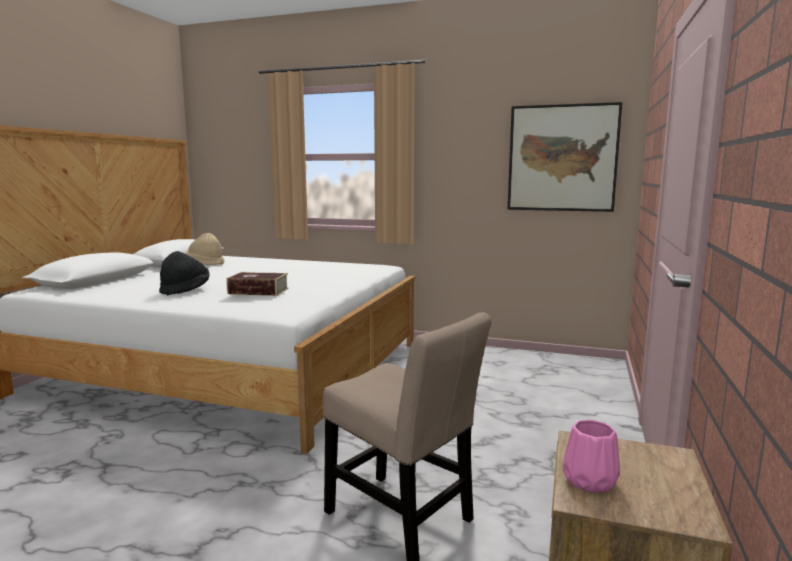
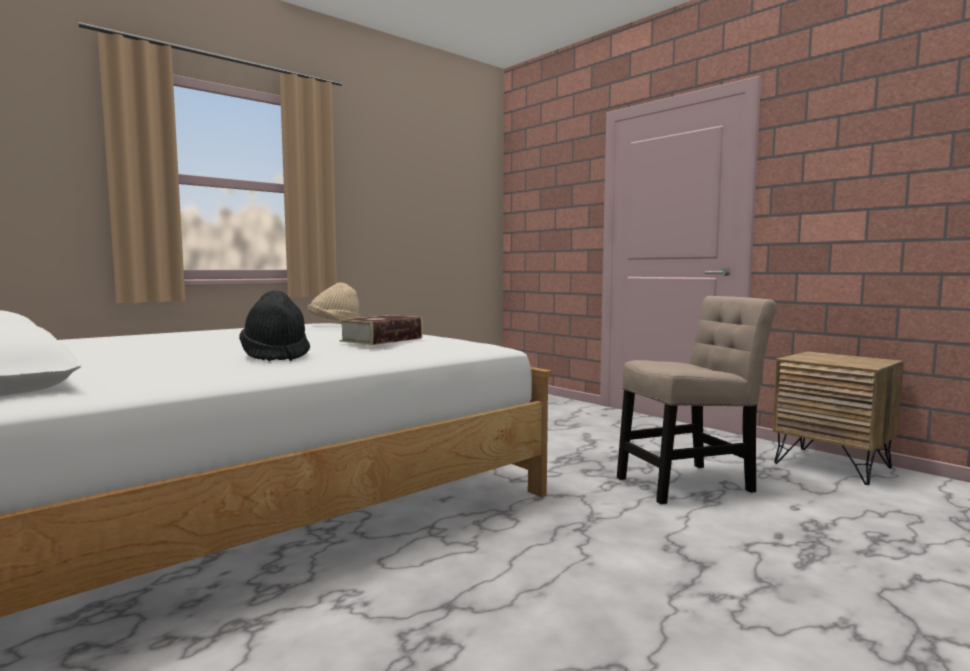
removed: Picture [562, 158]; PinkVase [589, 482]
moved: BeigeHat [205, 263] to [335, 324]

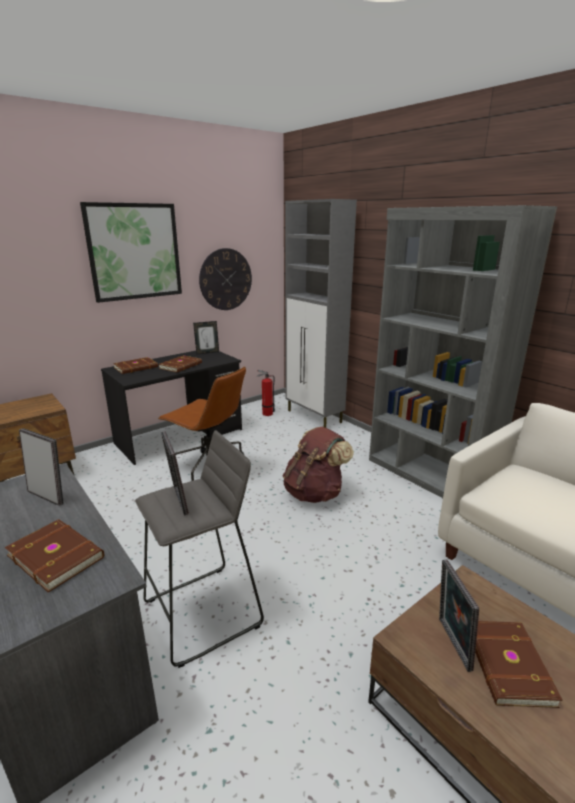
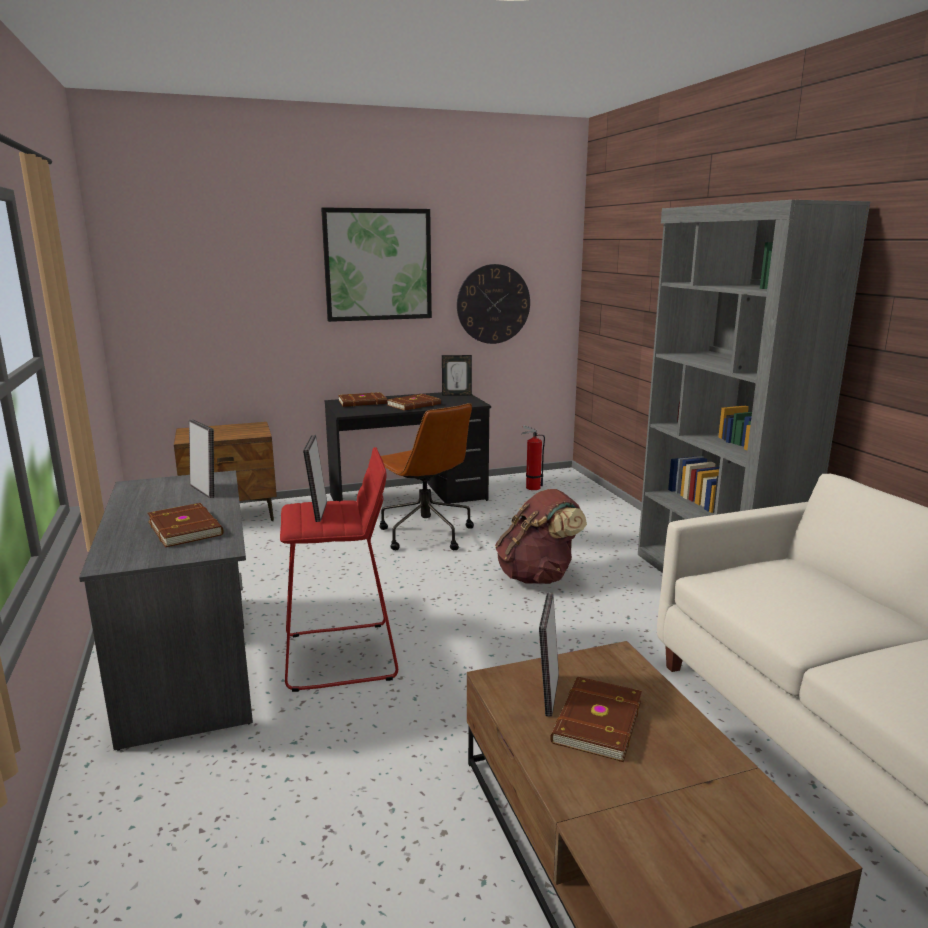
removed: GreyCabinet [314, 417]
recoloured: GreyStool [203, 613] to RedStool [340, 656]

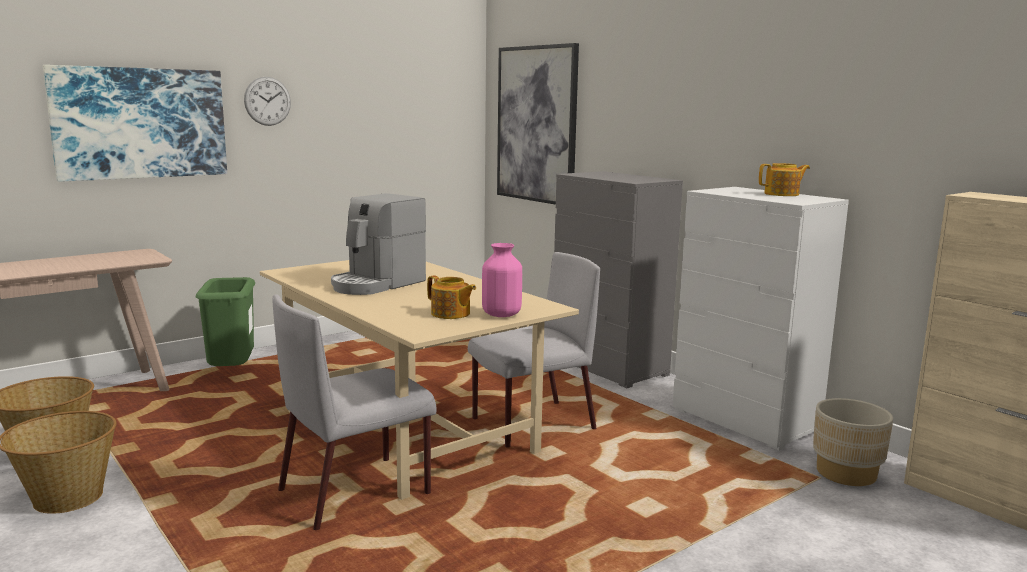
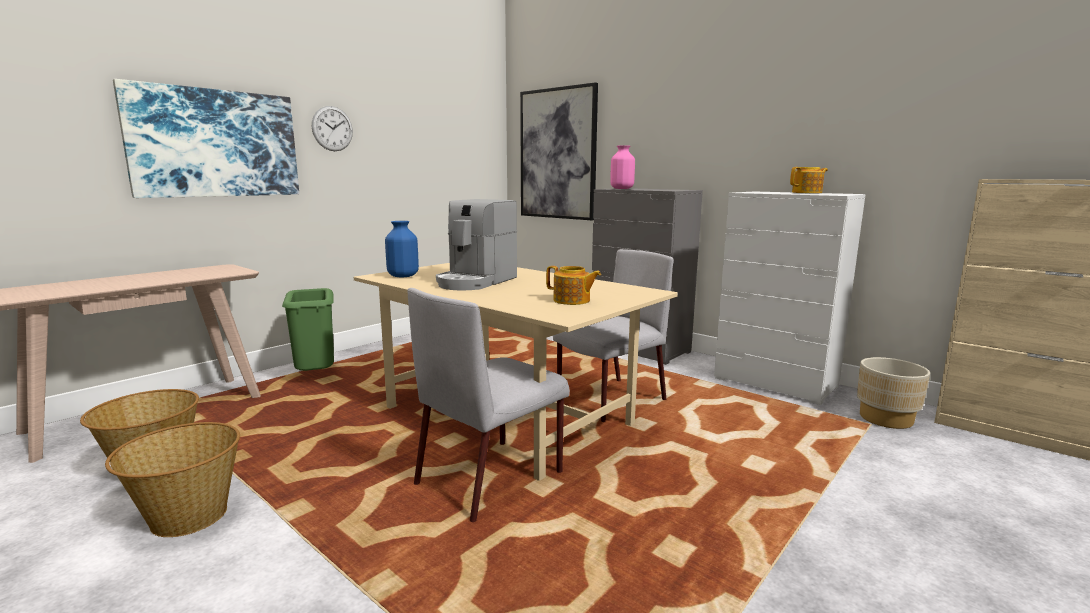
added: BlueVase [403, 276]
moved: PinkVase [501, 314] to [621, 188]

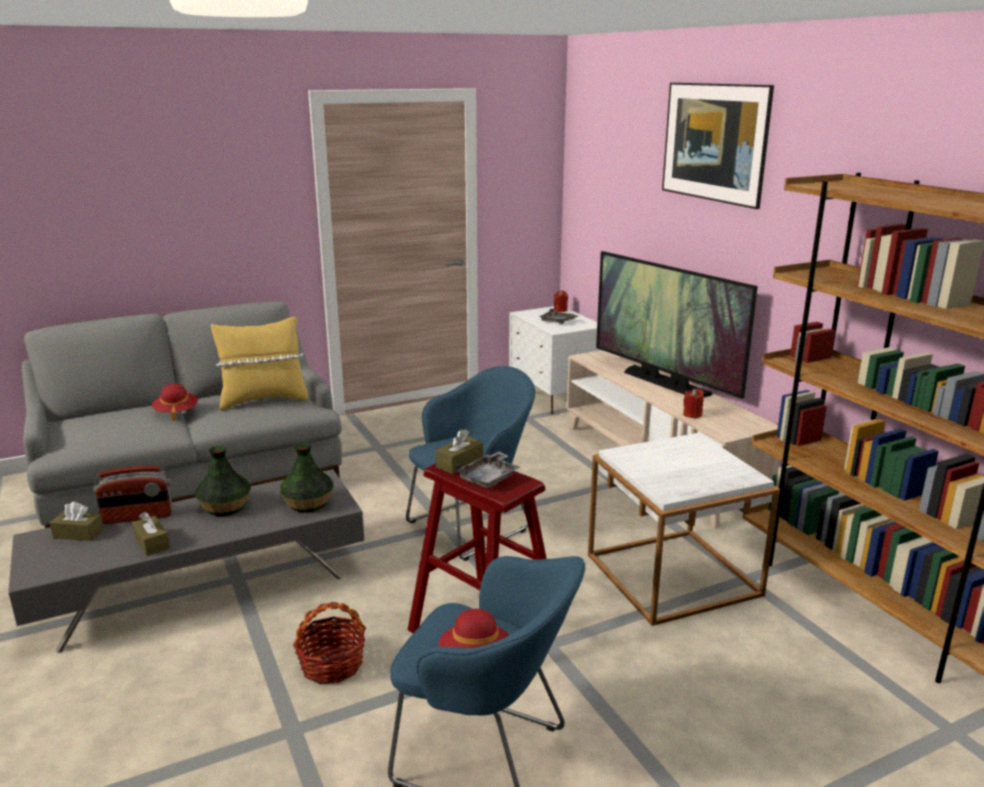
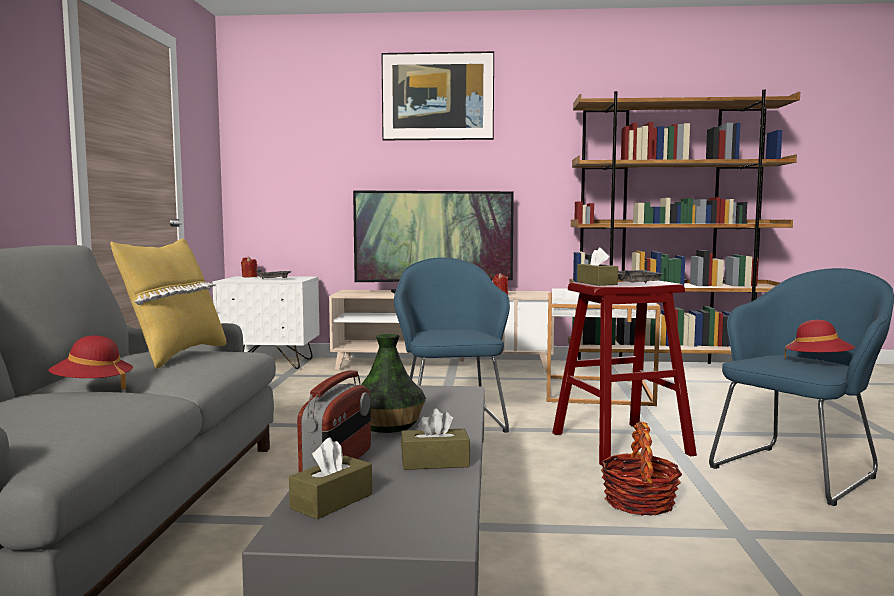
removed: Vase [307, 504]

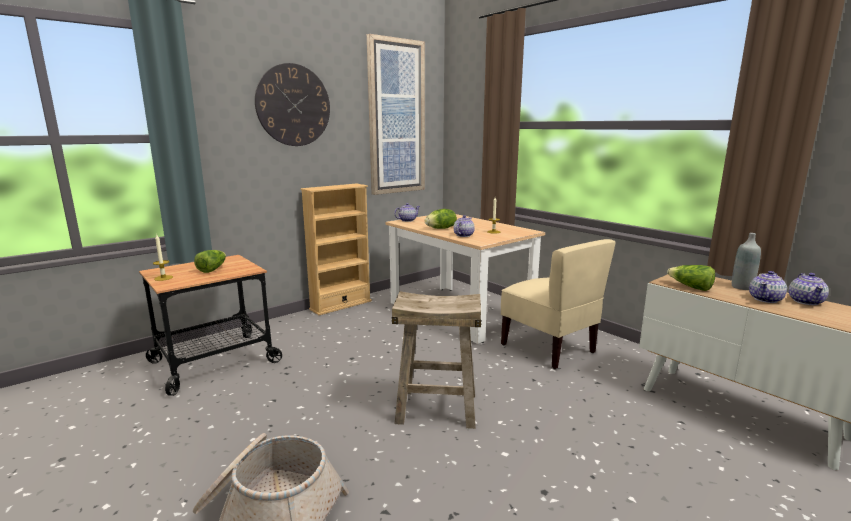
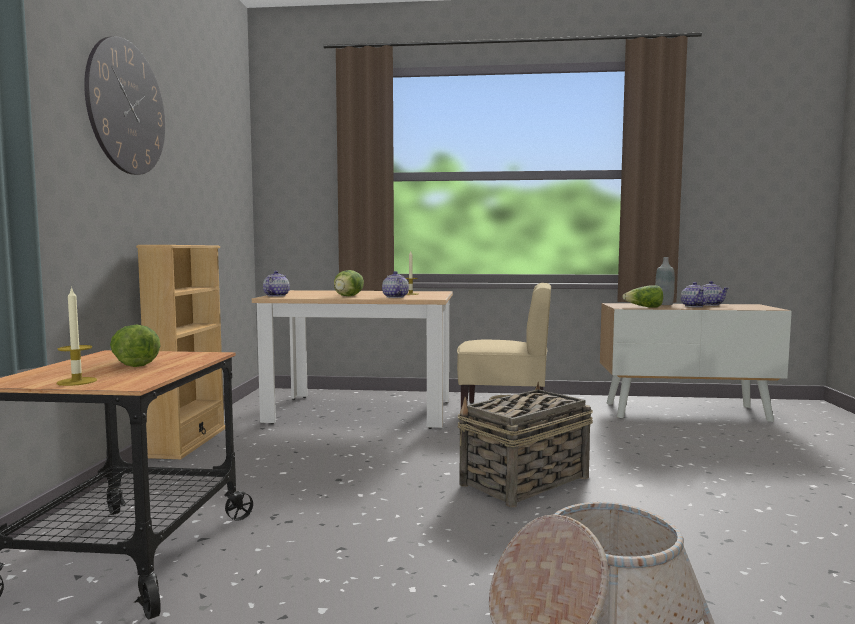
removed: Picture [396, 118]
replaced: BeigeStool [436, 408] to Basket [523, 481]

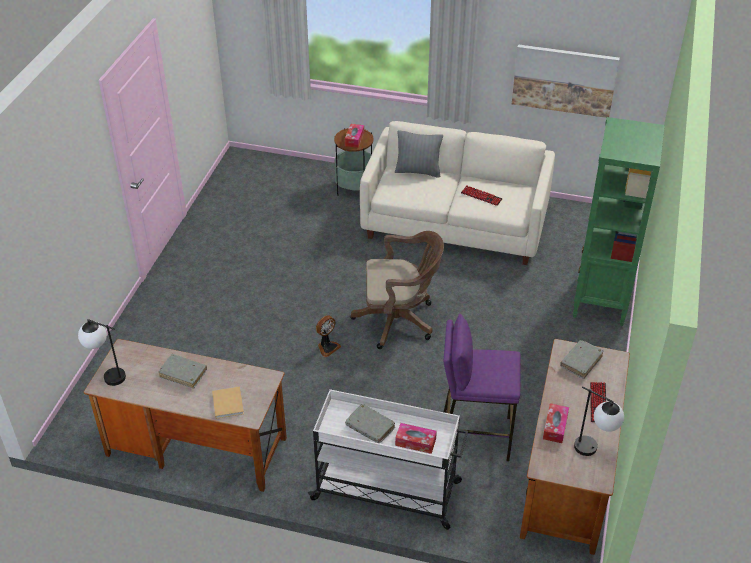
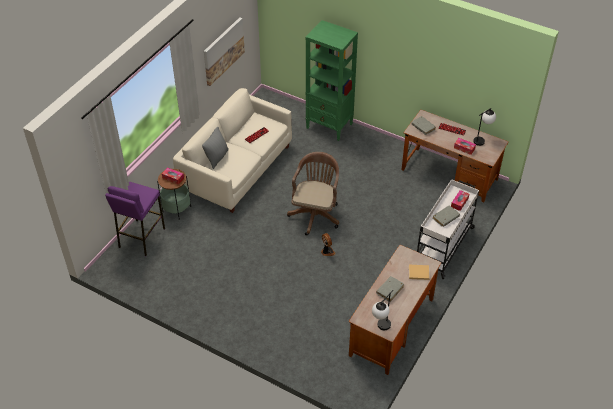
moved: PurpleStool [475, 435] to [141, 238]

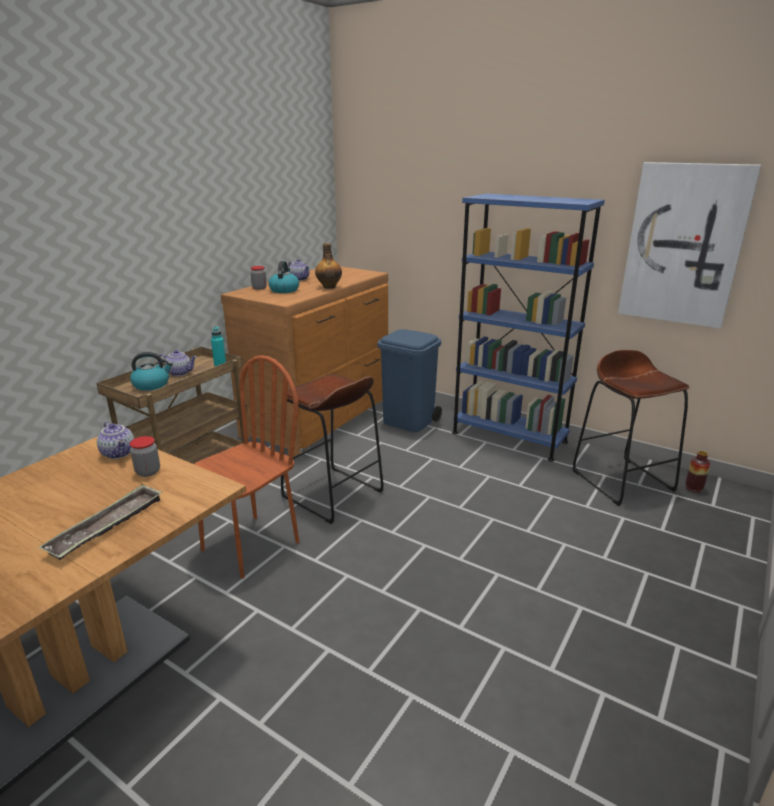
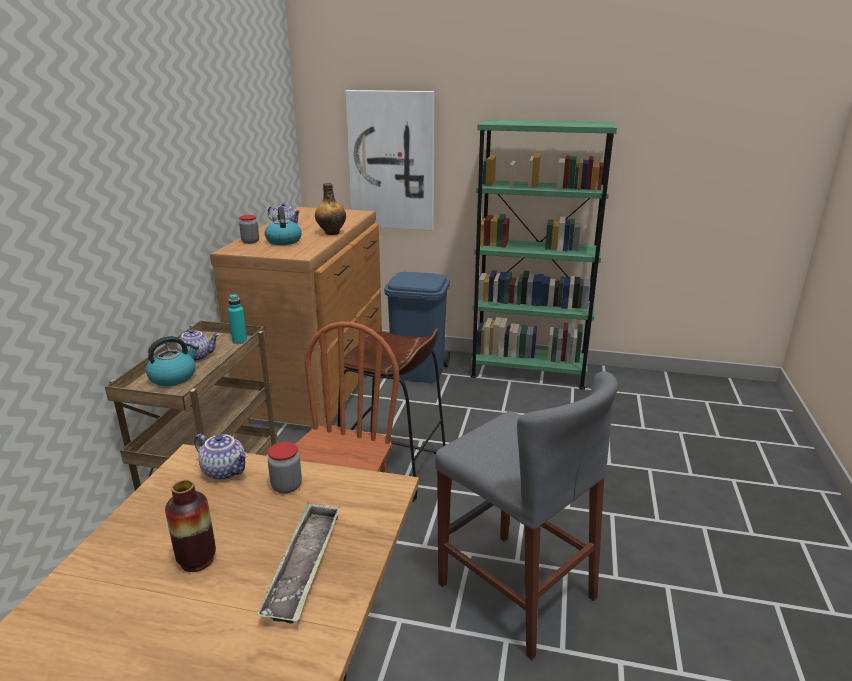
removed: BrownStool [622, 480]
added: GreyStool [515, 590]
moved: Picture [683, 245] to [391, 161]; Vase [693, 488] to [197, 560]
recoloured: BlueBookcase [509, 437] to GreenBookcase [528, 372]

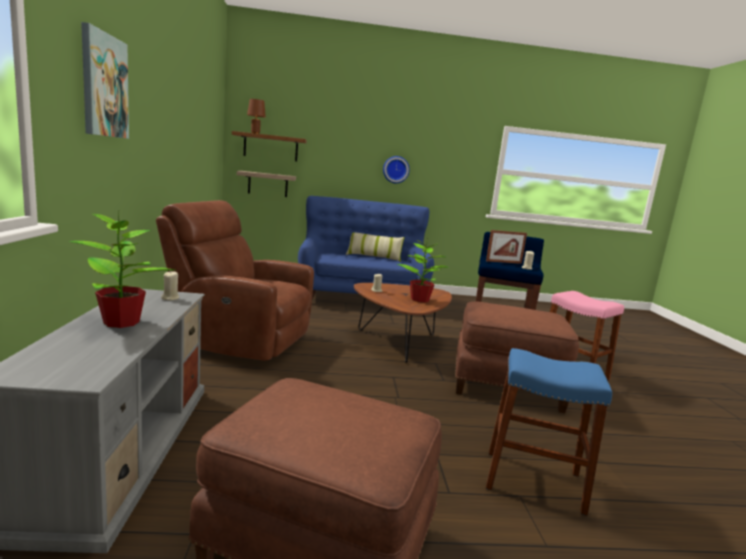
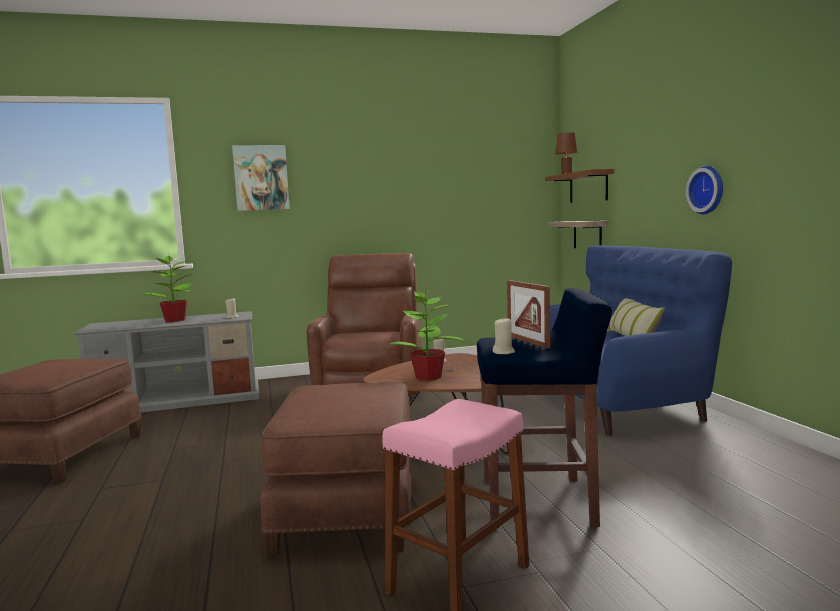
removed: BlueStool [533, 481]

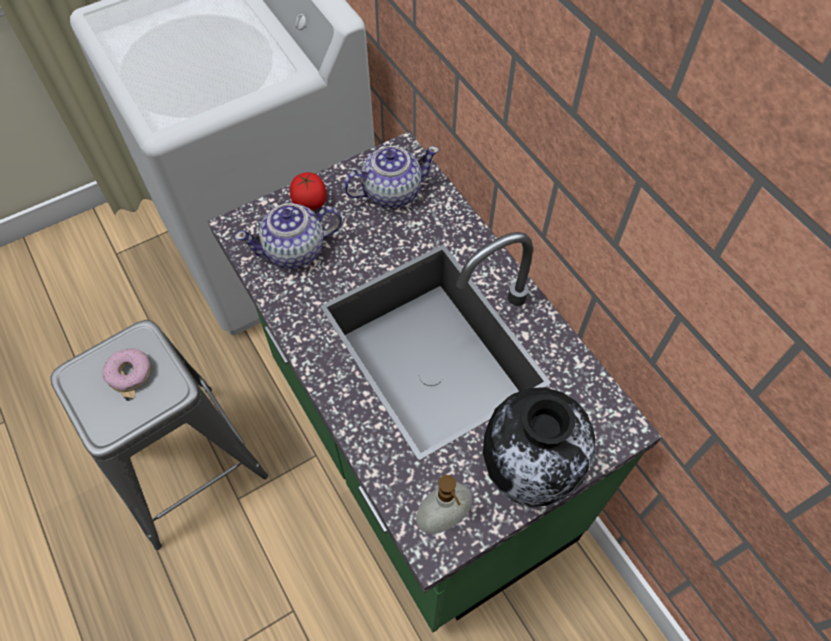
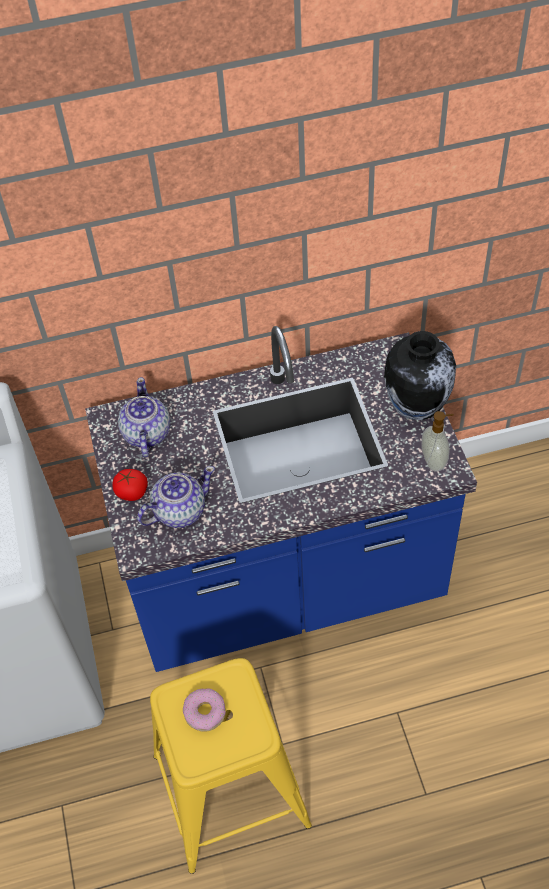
recoloured: GreyStool [184, 464] to YellowStool [230, 790]; GreenCounter [415, 453] to BlueCounter [285, 584]
turned: Teapot [295, 250] = [179, 511] 120 degrees counterclockwise

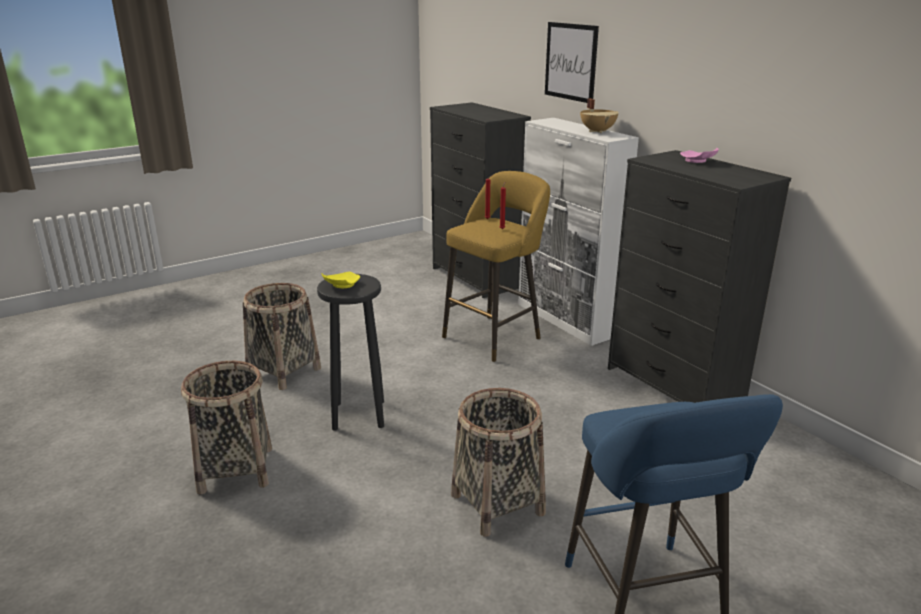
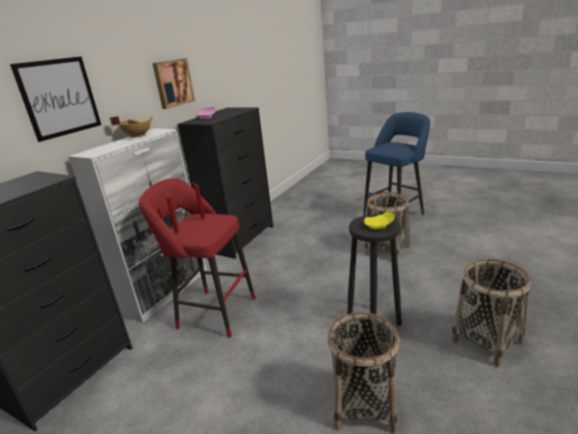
added: Picture [173, 83]
recoloured: YellowStool [495, 336] to RedStool [212, 312]

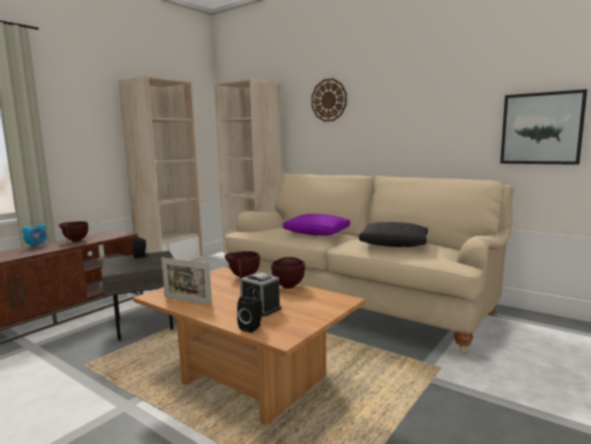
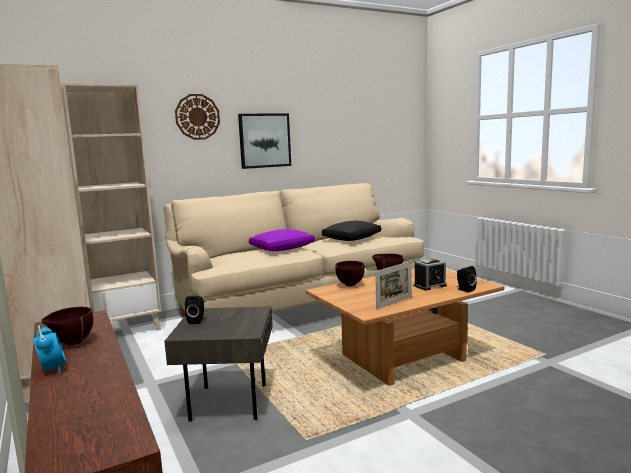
moved: Picture [541, 128] to [264, 140]

